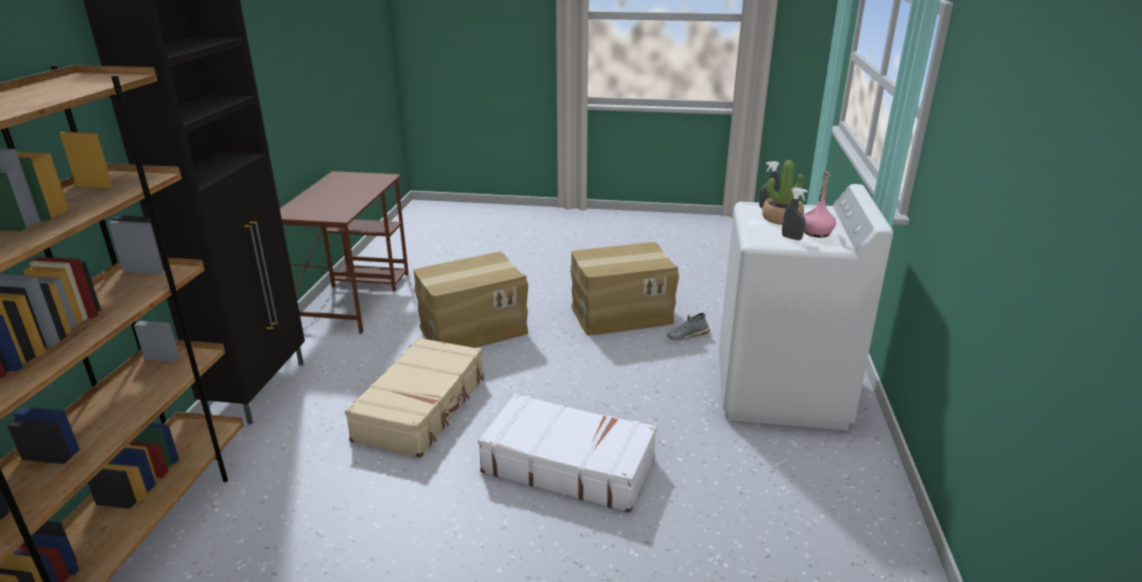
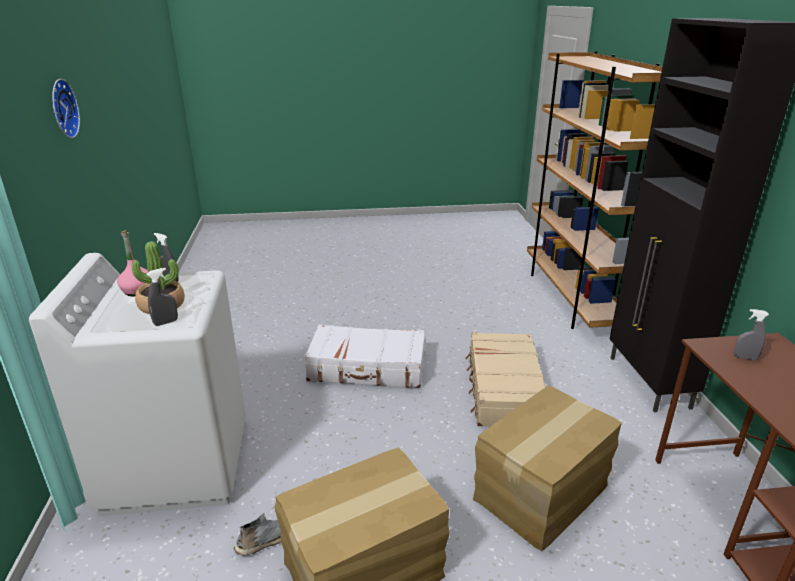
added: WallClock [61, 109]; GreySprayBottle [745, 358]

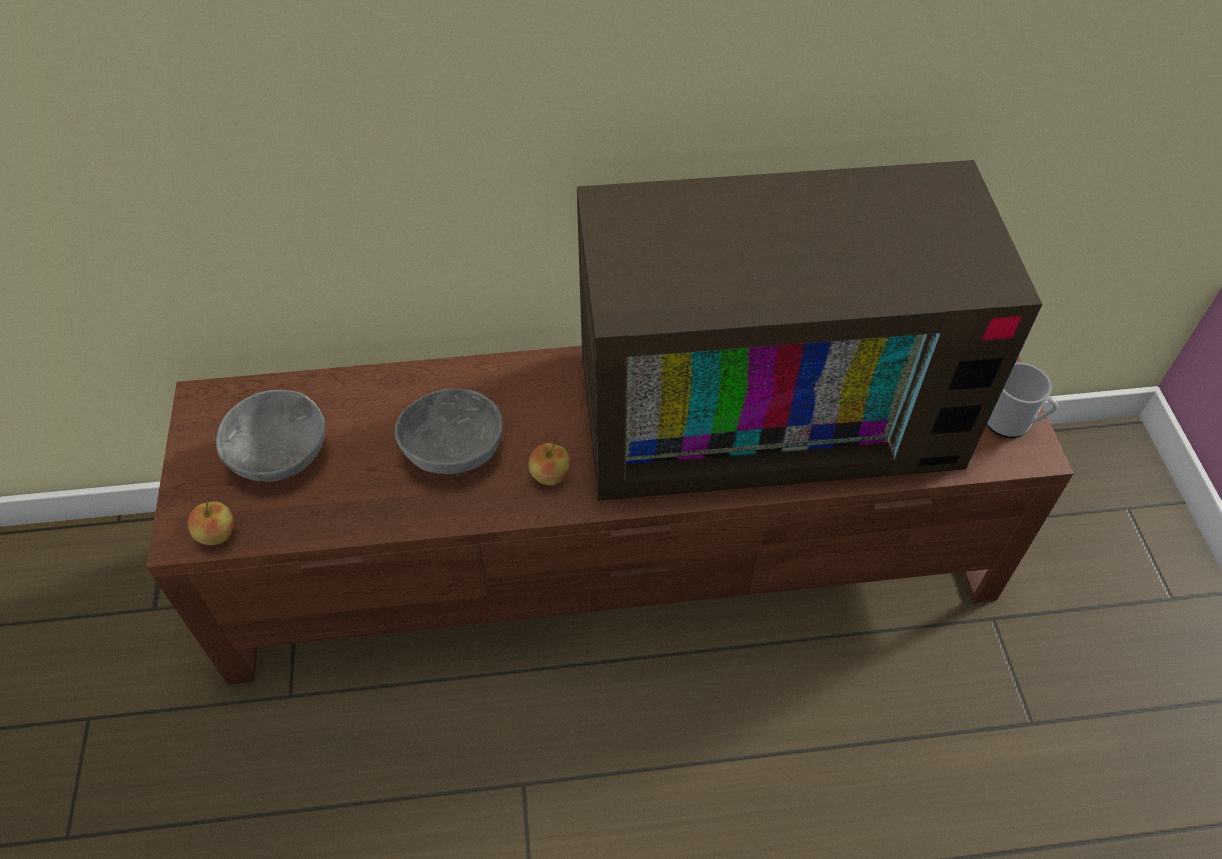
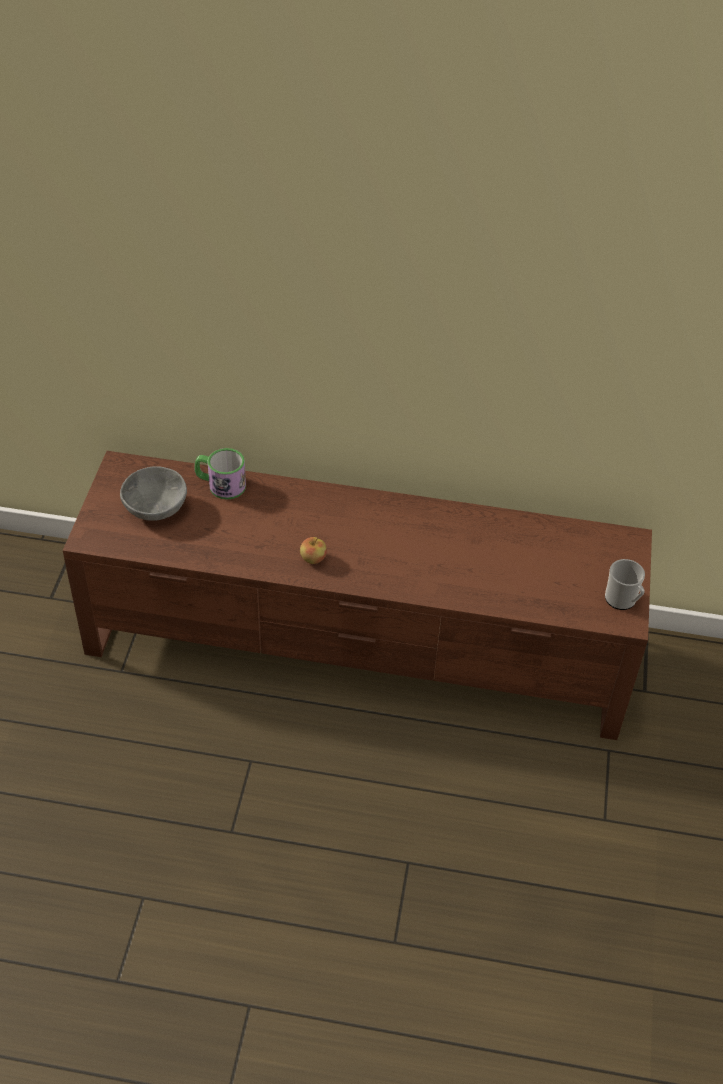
removed: Apple [217, 534]; GreyBowl [453, 449]; Television [768, 401]
added: Mug [220, 484]

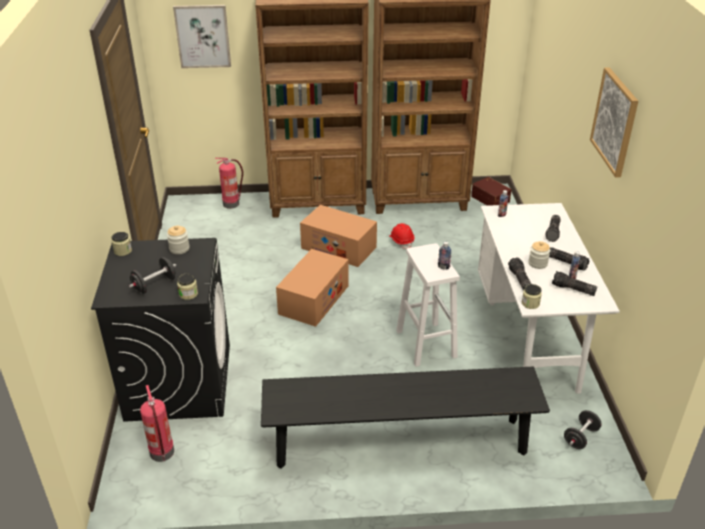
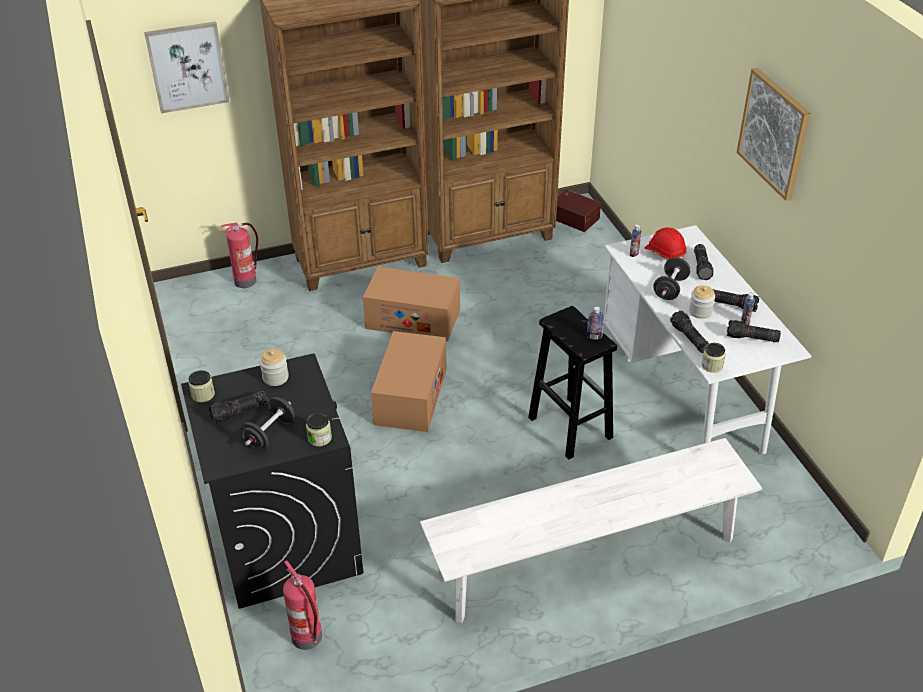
added: Flashlight [240, 413]
moved: RedHardHat [401, 241] to [665, 253]; BlackDumbbell [580, 437] to [670, 288]
recoloured: BlackBench [400, 442] to WhiteBench [587, 558]; WhiteStool [425, 343] to BlackStool [569, 427]

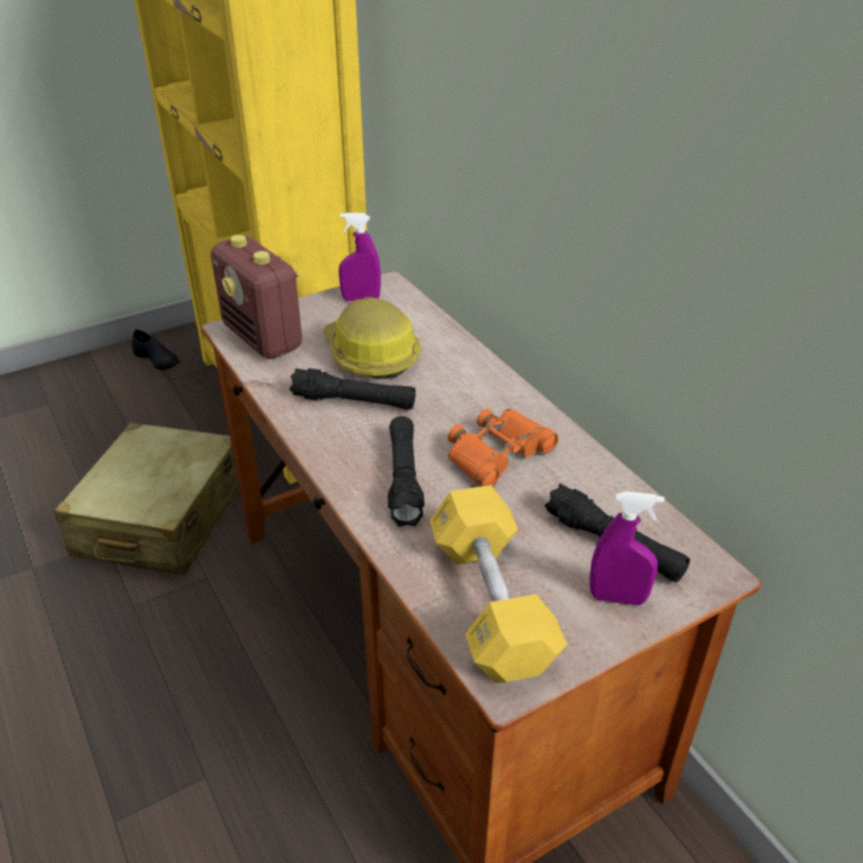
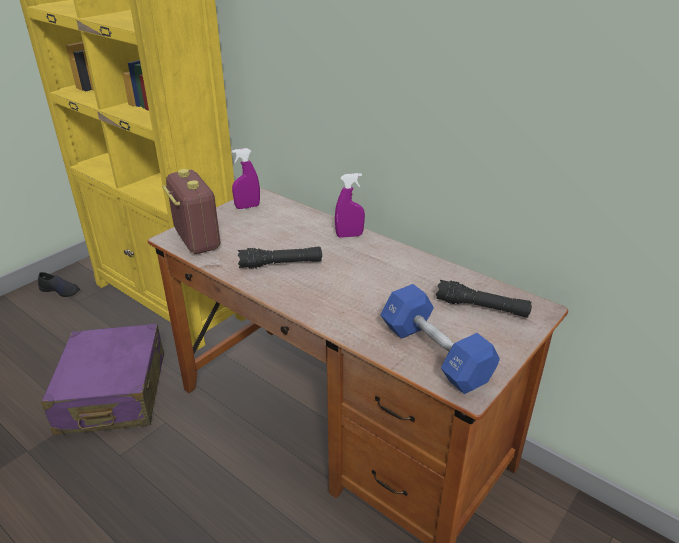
removed: HardHat [370, 355]; BlackFlashlight [404, 479]; OrangeBinoculars [497, 454]
moved: PurpleSprayBottle [617, 597] to [349, 235]
recoloured: BeigeSuitcase [161, 518] to PurpleSuitcase [113, 393]; YellowDumbbell [491, 603] to BlueDumbbell [435, 354]
turned: Radio [263, 338] = [196, 239] 150 degrees counterclockwise

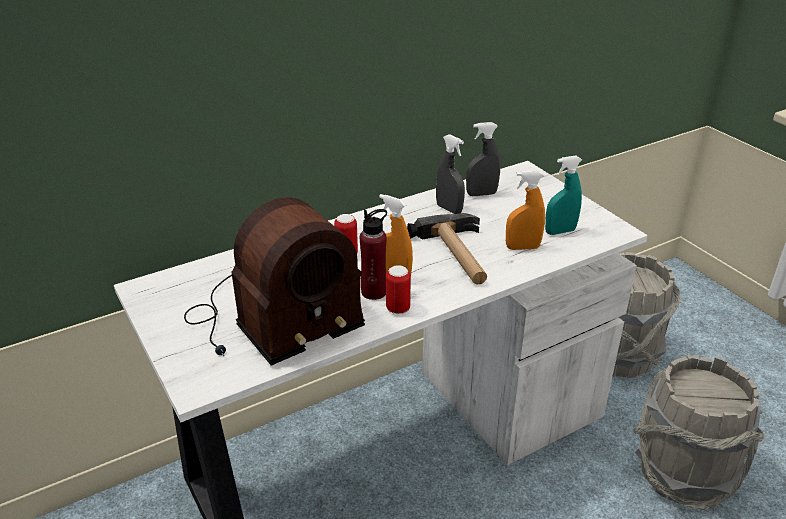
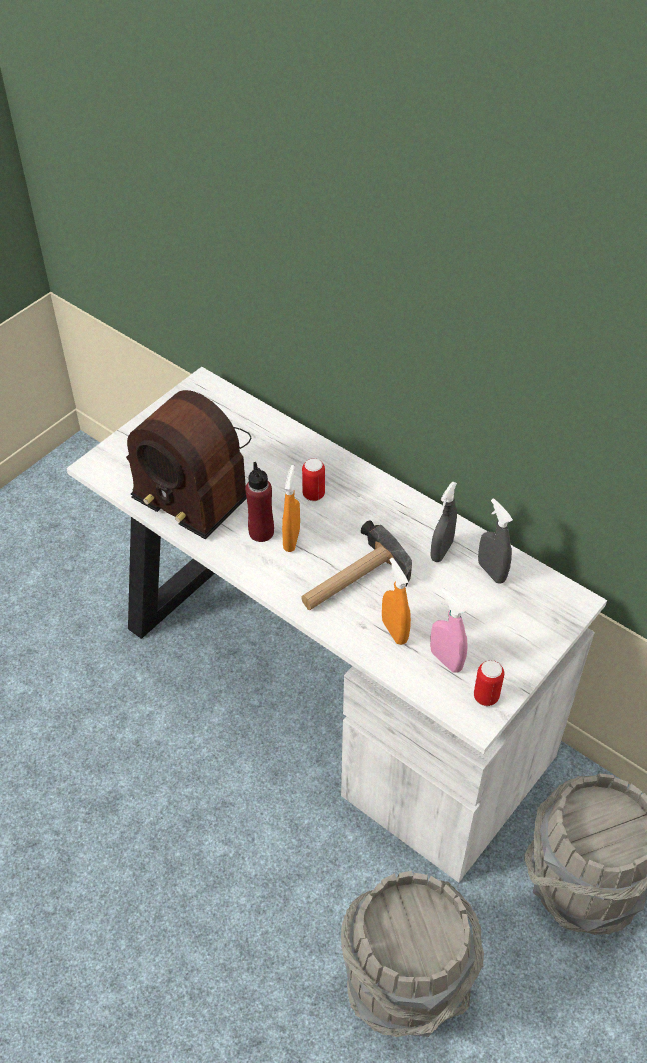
moved: Can [398, 308] to [486, 696]
recoloured: TurquoiseSprayBottle [560, 231] to PinkSprayBottle [446, 660]

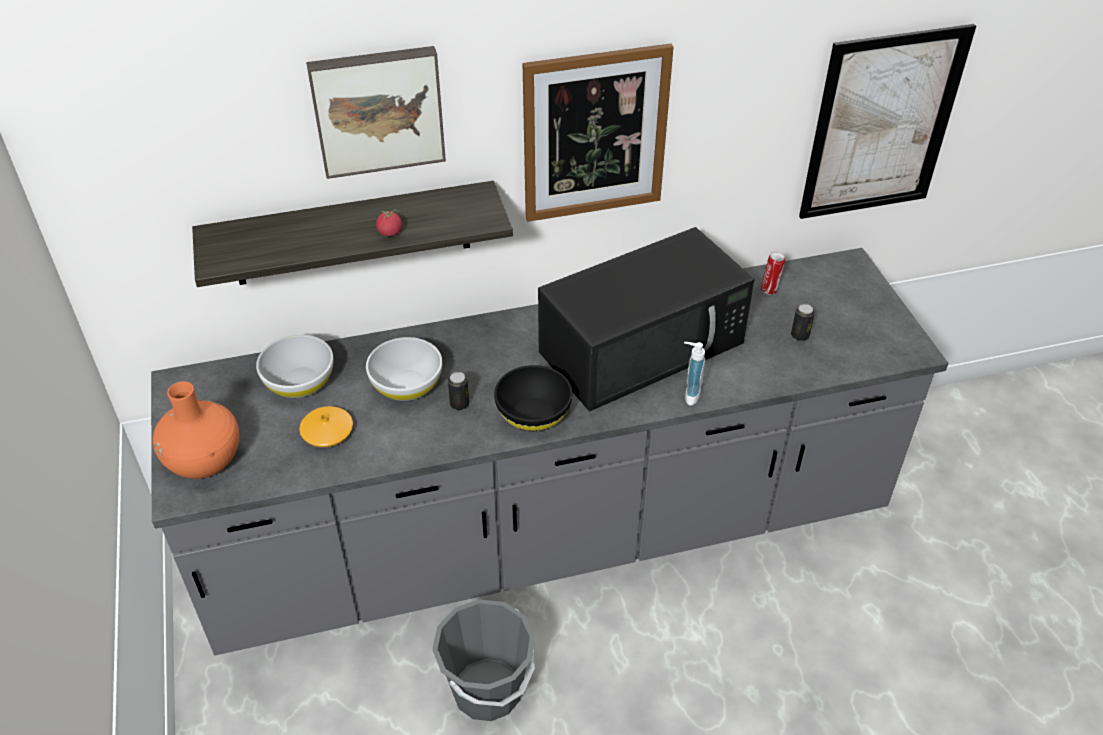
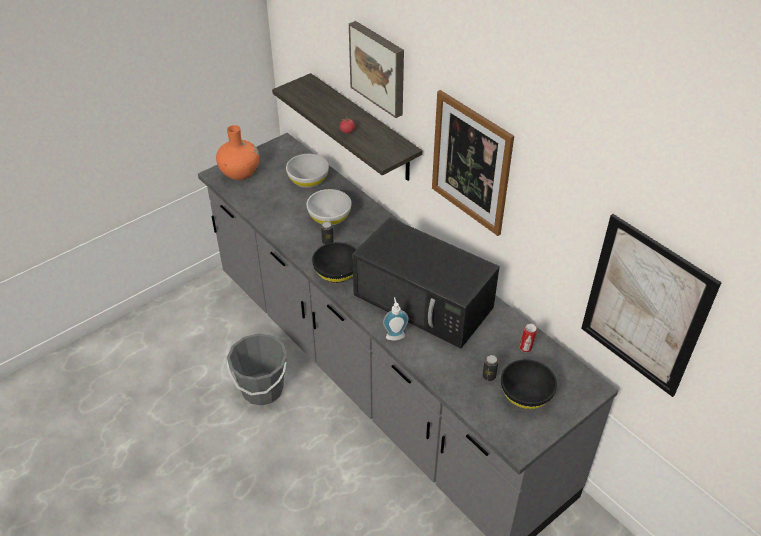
removed: OrangeVase [327, 432]
added: BlackBowl [525, 395]

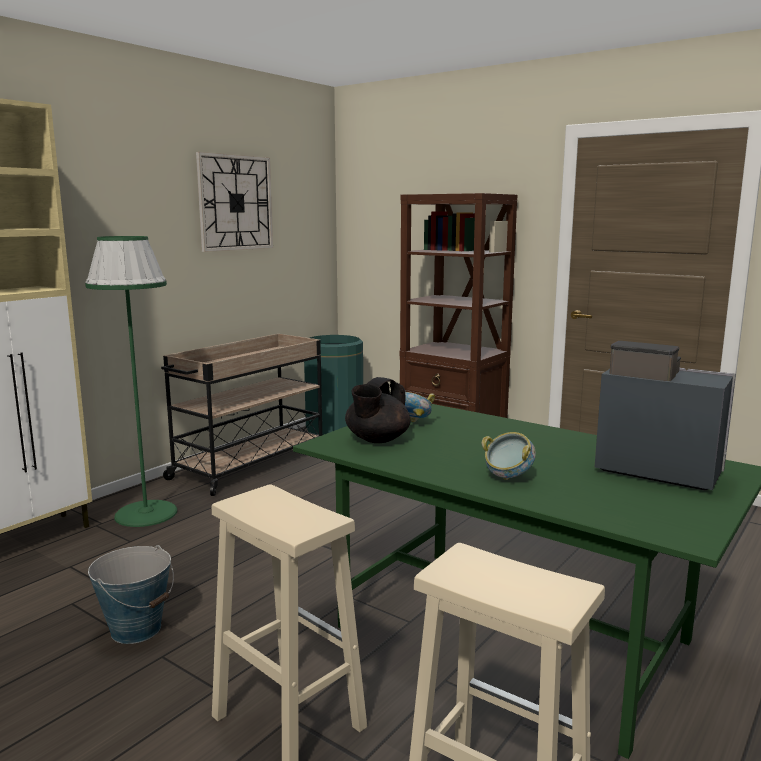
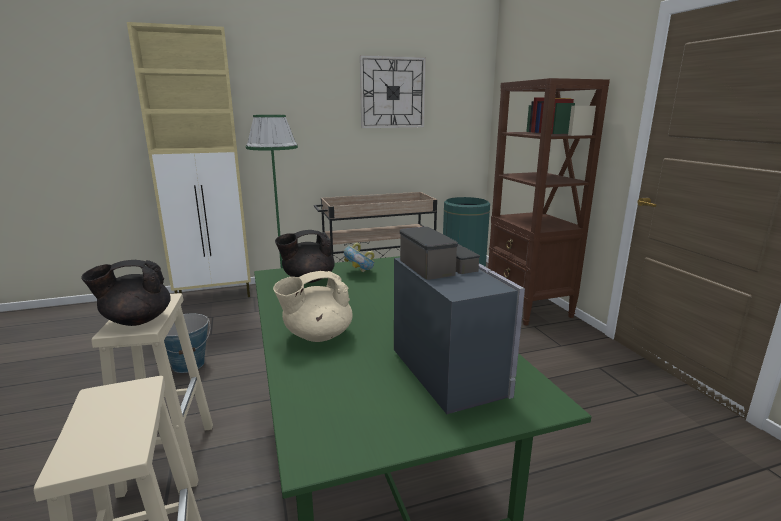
added: BlackTeapot [136, 320]
replaced: Bowl [508, 477] to BeigeTeapot [317, 336]

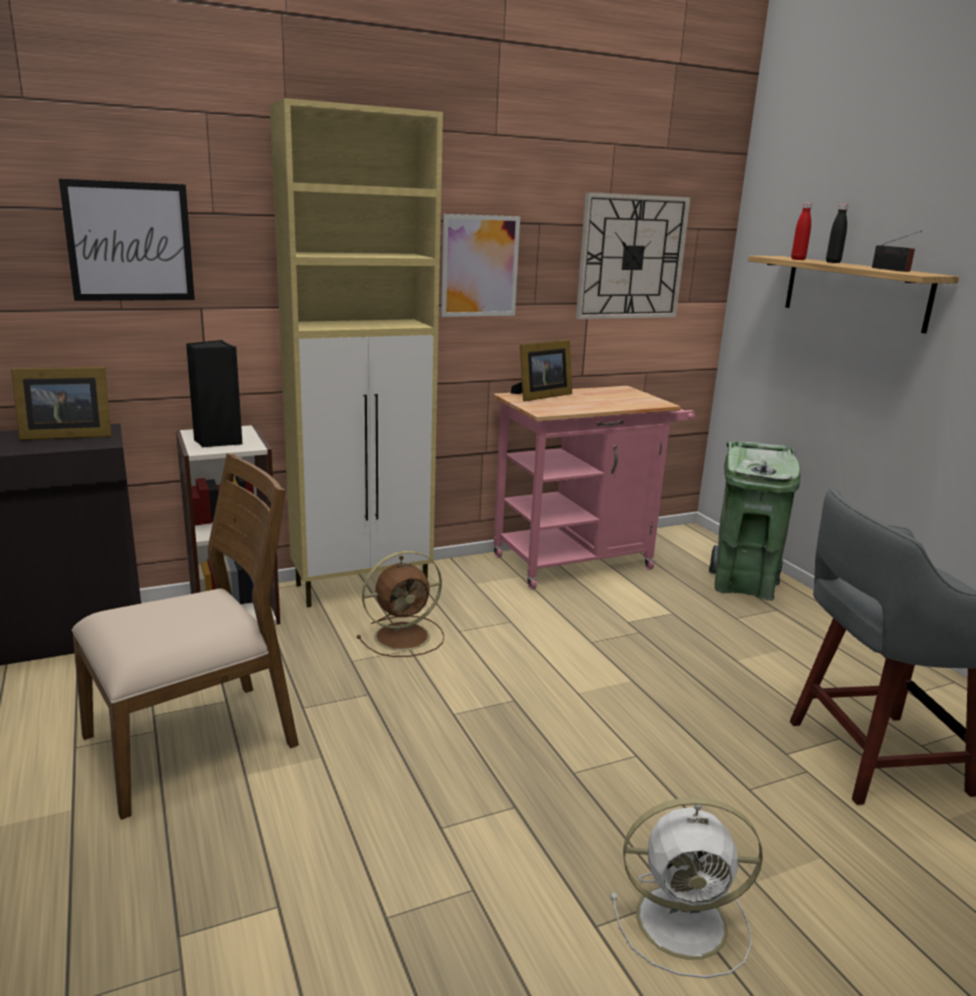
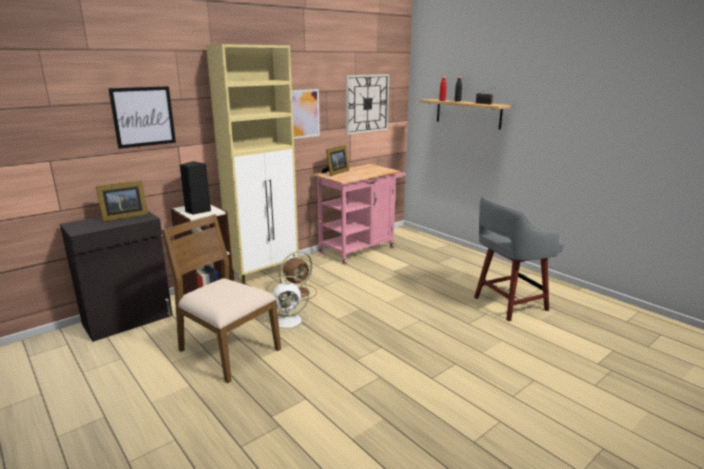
removed: GreenTrashCan [743, 585]
moved: WhiteFan [685, 922] to [289, 321]
turned: BrownChair [193, 742] = [227, 350] 90 degrees counterclockwise

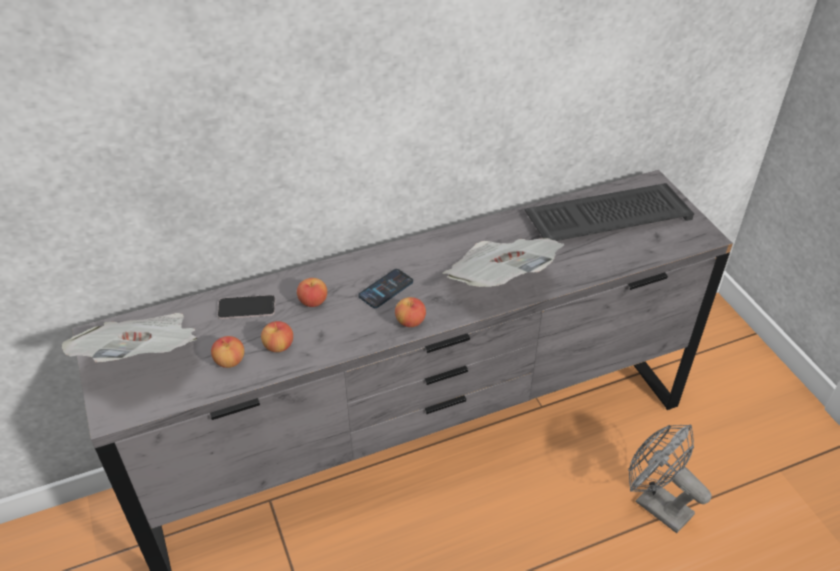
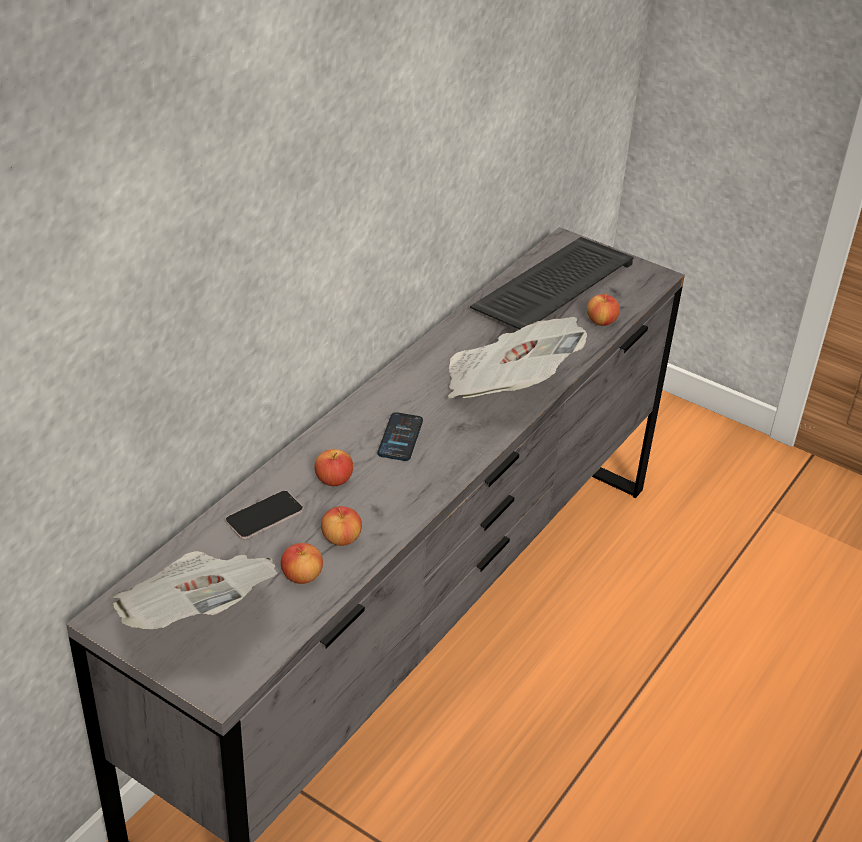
removed: GreyFan [655, 504]
moved: Apple [410, 321] to [601, 321]

